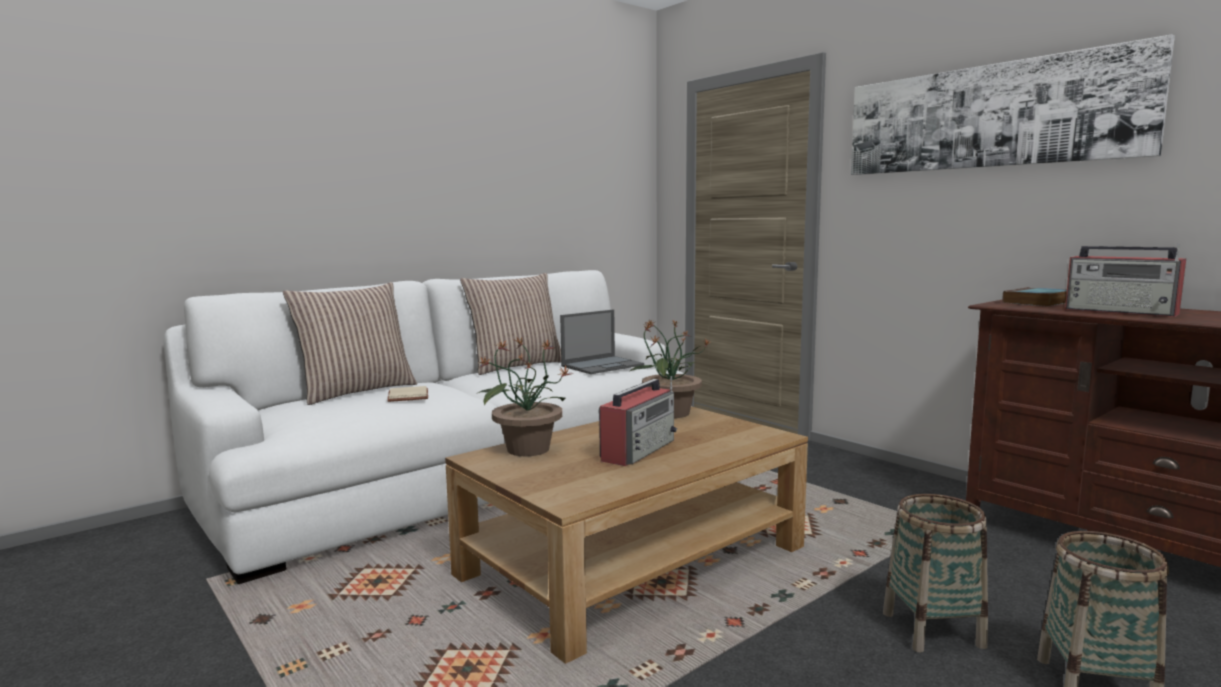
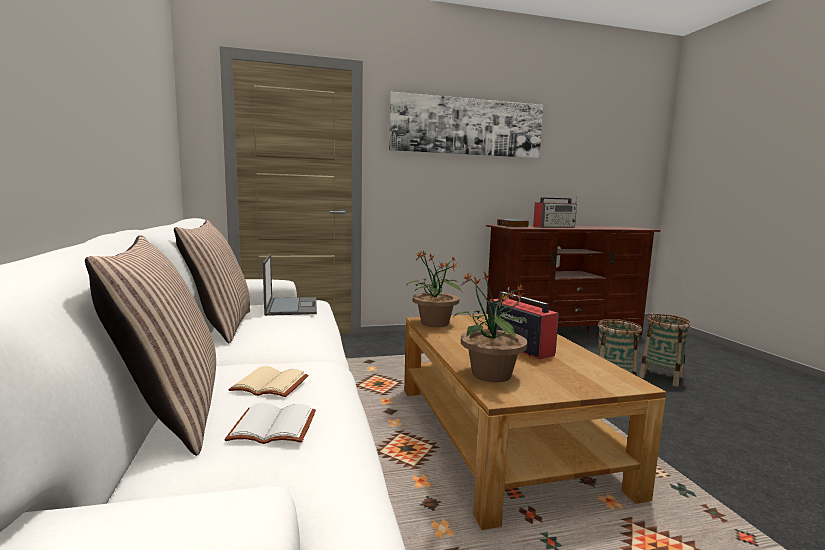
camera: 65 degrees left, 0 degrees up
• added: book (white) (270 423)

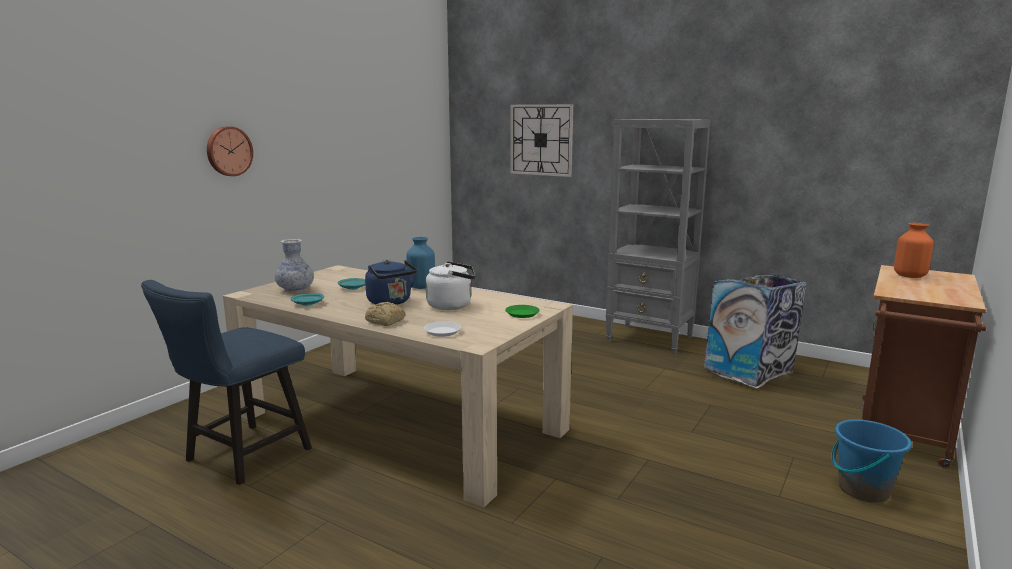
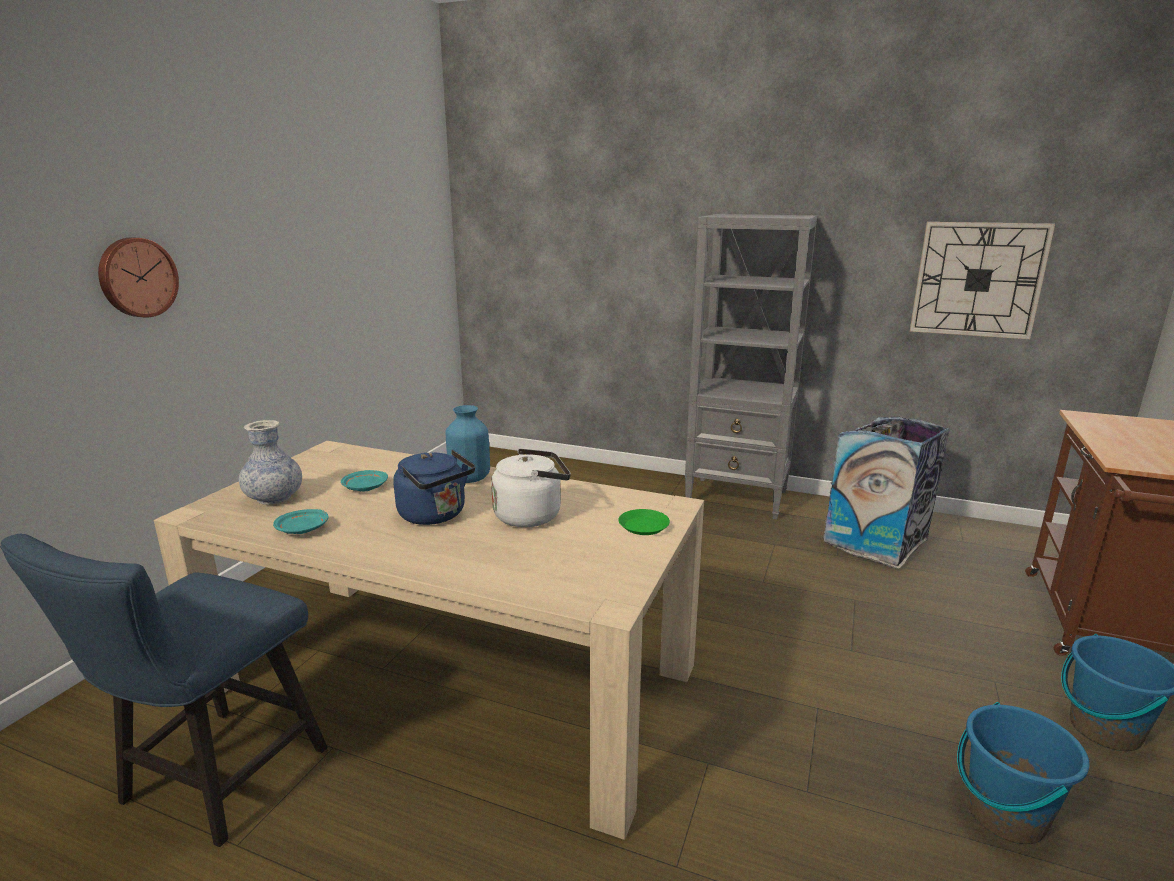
camera: 10 degrees left, 5 degrees up
• removed: bread (385 314)
• removed: plate (white) (442 329)
• removed: vase (orange) (914 250)
• added: bucket (blue) (1023 773)
• moved: wall clock (541 140) to (982 280)

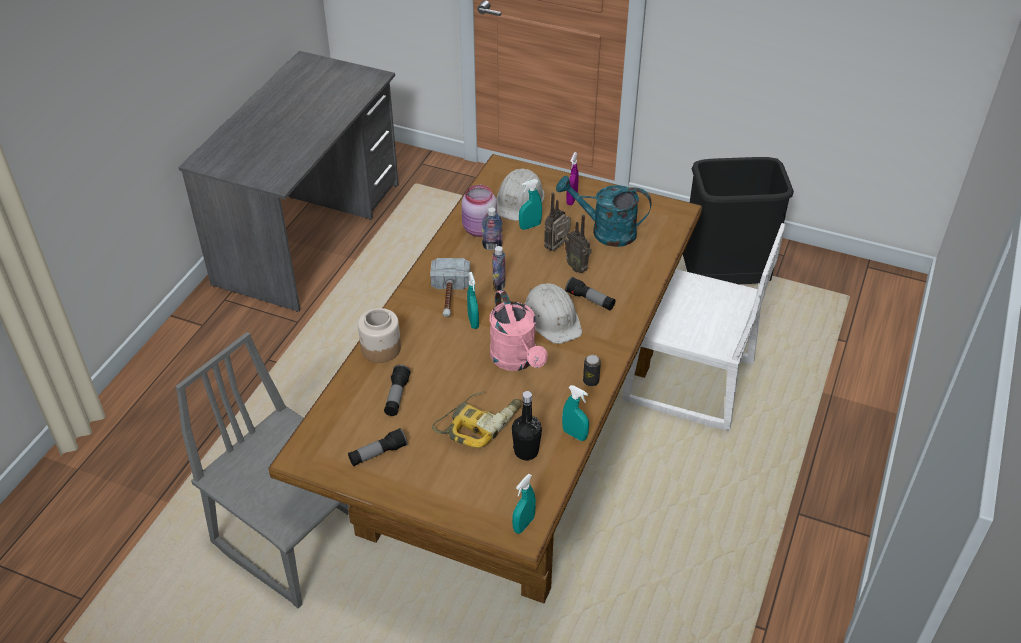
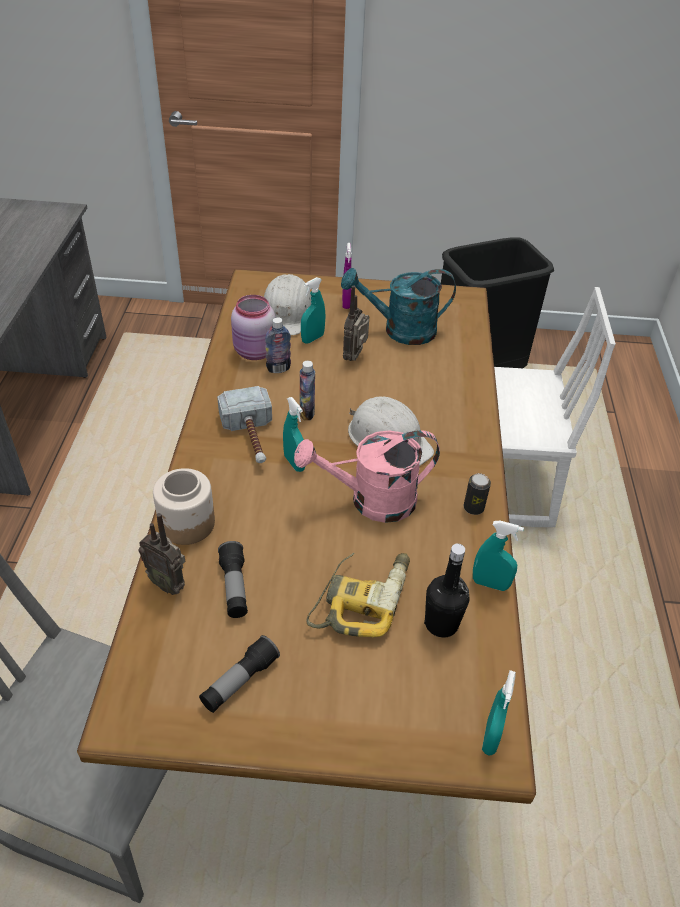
camera: 20 degrees left, 0 degrees up
• removed: flashlight (590 294)
• moved: radio (578 244) to (161 554)
• turned: watering can (pink) (519 330) = (367 476) 120 degrees clockwise

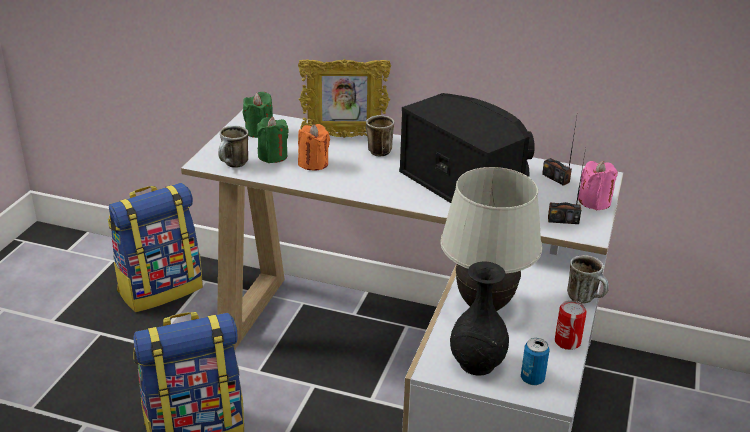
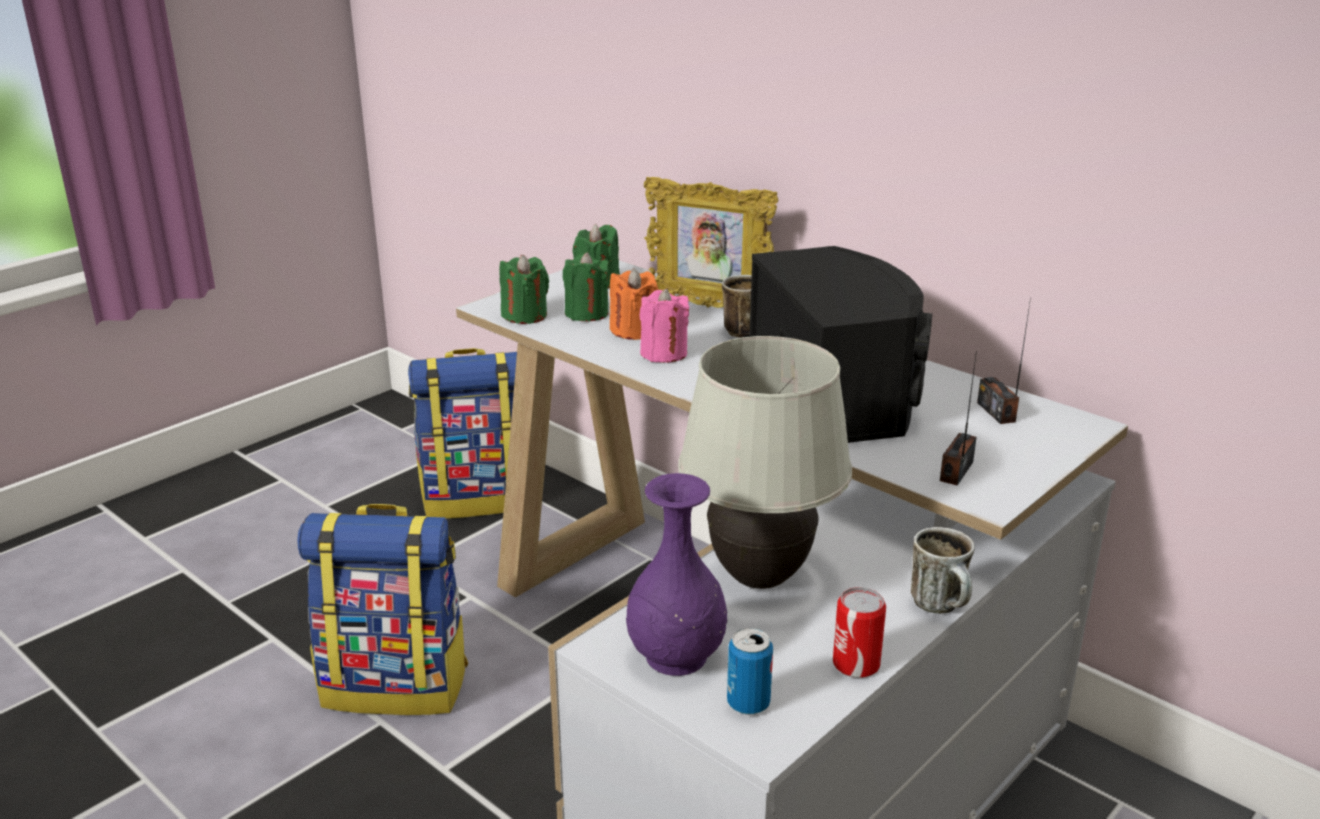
camera: 25 degrees right, 5 degrees down
• moved: candle (pink) (598 185) to (665 325)
• replaced: mug (233 147) to candle (green) (524 289)
• recoloured: vase (black) (479 319) to vase (purple) (676 574)
• turned: radio (567 186) = (958 418) 90 degrees clockwise

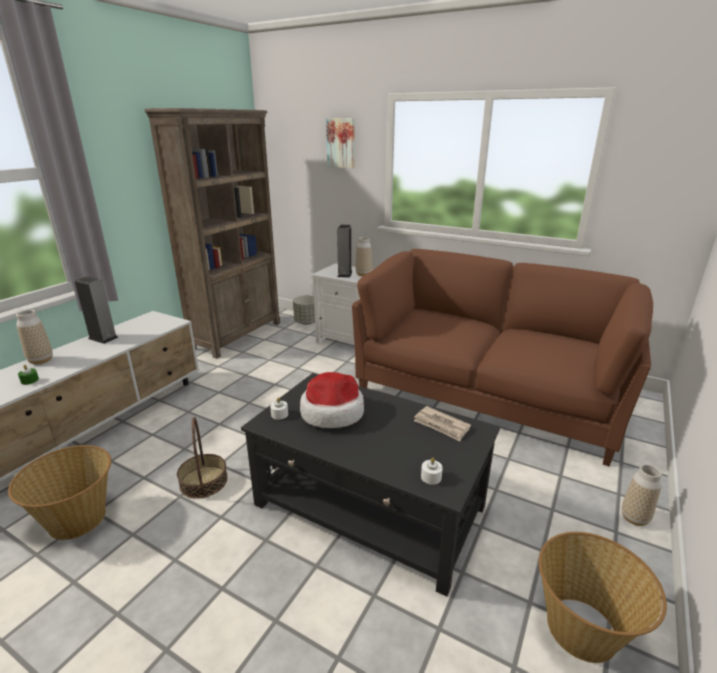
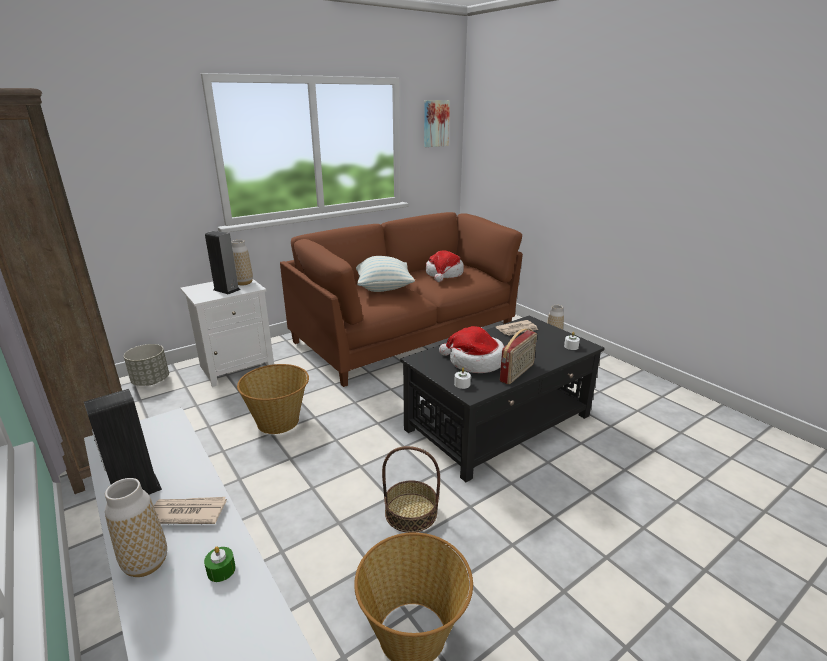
camera: 65 degrees left, 0 degrees up
• added: newspaper (190 510)
• added: pillow (385 274)
• added: hat (445 266)
• added: radio (518 356)
• moved: picture (340 143) to (437 123)
• moved: basket (603 597) to (273 399)

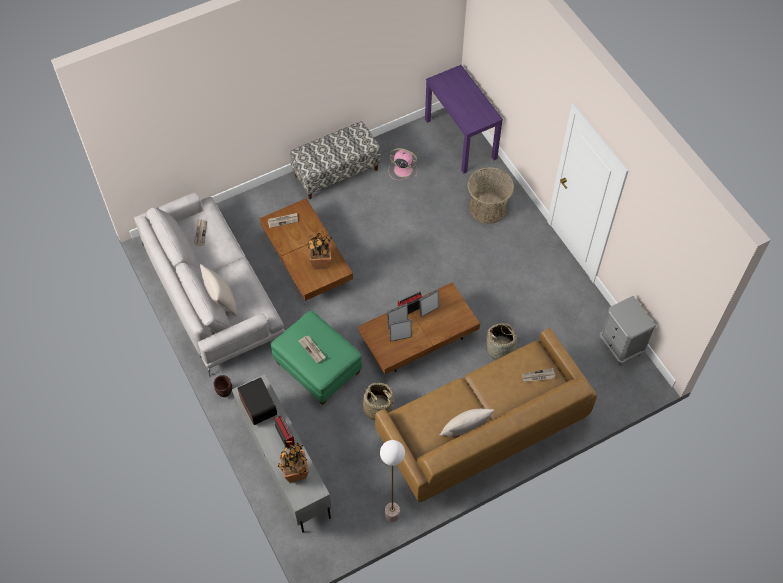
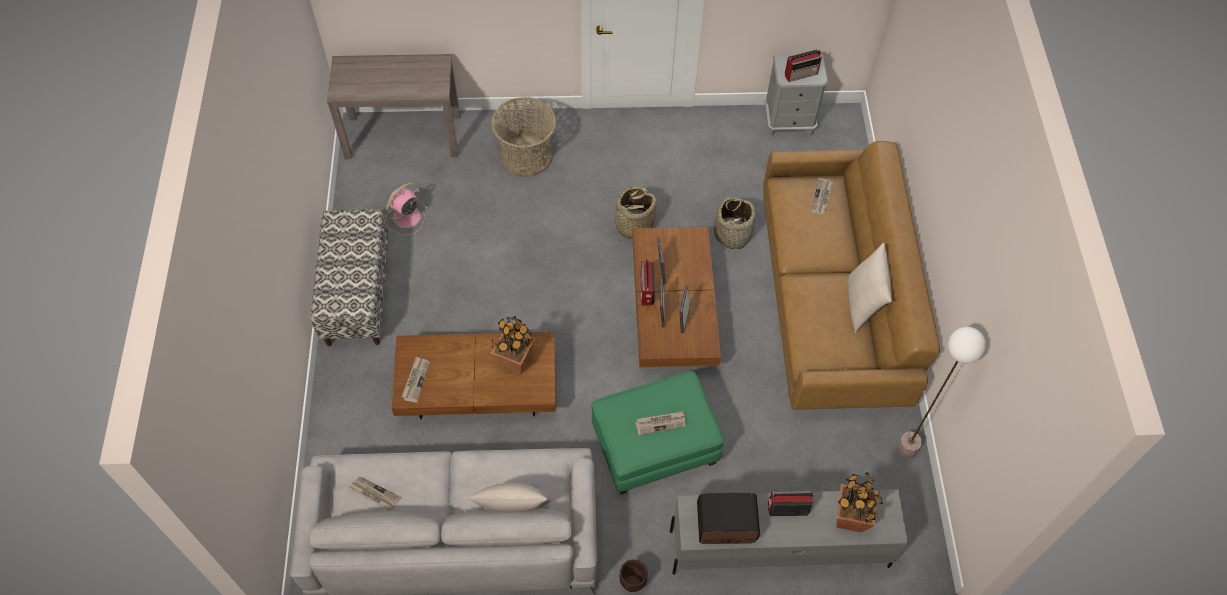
camera: 65 degrees left, 0 degrees up
• added: radio (803 66)
• moved: basket (376 401) to (634 212)
• recoloured: console table (purple) (464 119) to console table (brown) (393 106)

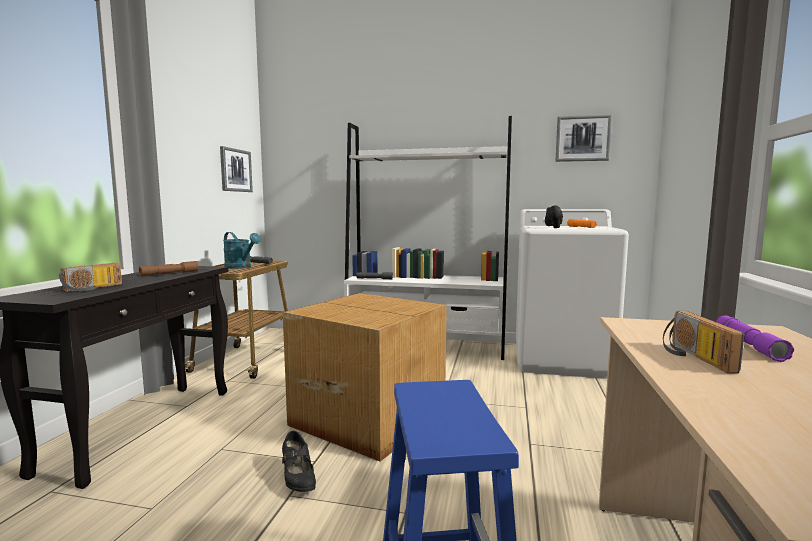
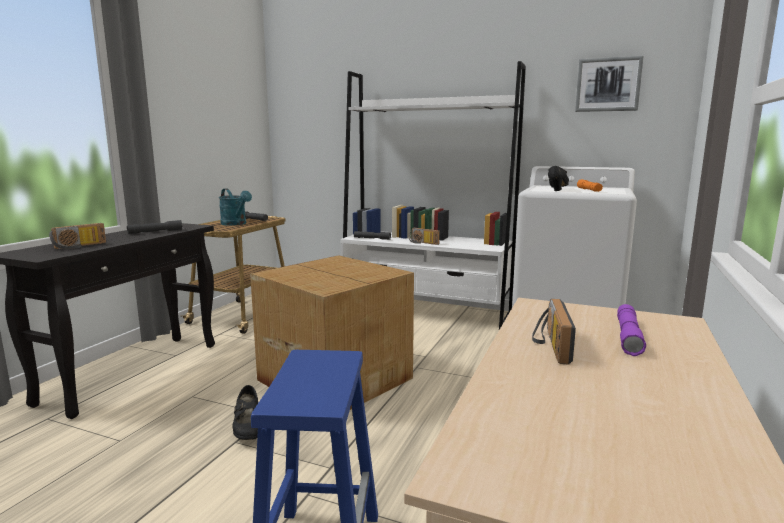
camera: 10 degrees right, 5 degrees up
• removed: picture (236 169)
• added: radio (424 236)
• recoloured: flashlight (brown) (169 268) to flashlight (grey) (154 227)

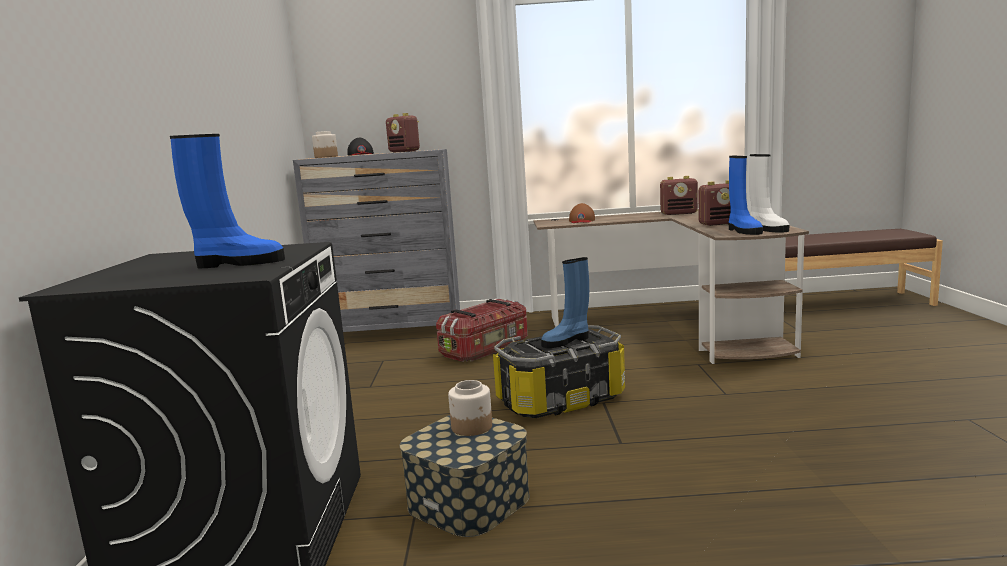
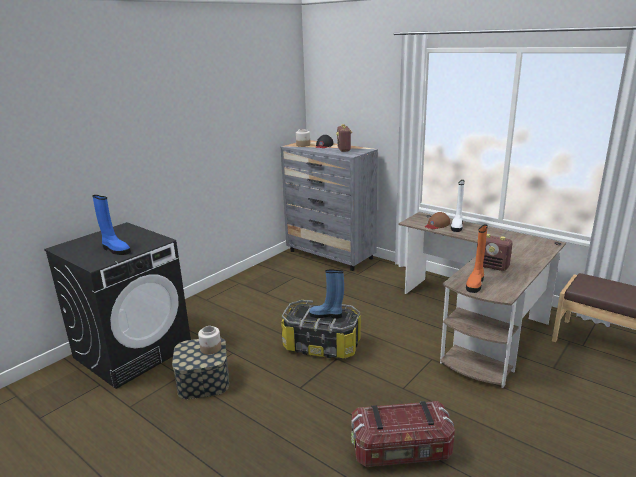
camera: 40 degrees right, 10 degrees up
• removed: radio (679 195)
• moved: storage box (482 330) to (403 434)
• moved: boot (white) (769 193) to (458 206)
• recoloured: boot (blue) (745 195) to boot (orange) (477 258)

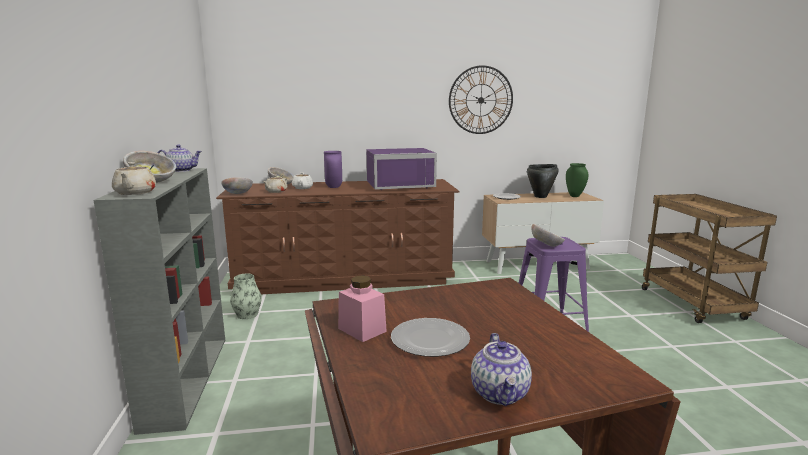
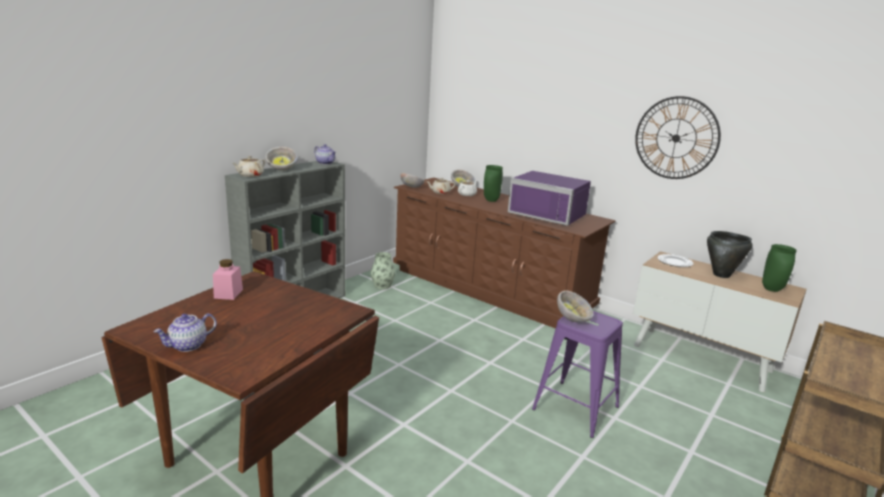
camera: 45 degrees right, 5 degrees up
• removed: plate (430 337)
• recoloured: vase (purple) (333 169) to vase (green) (493 183)

